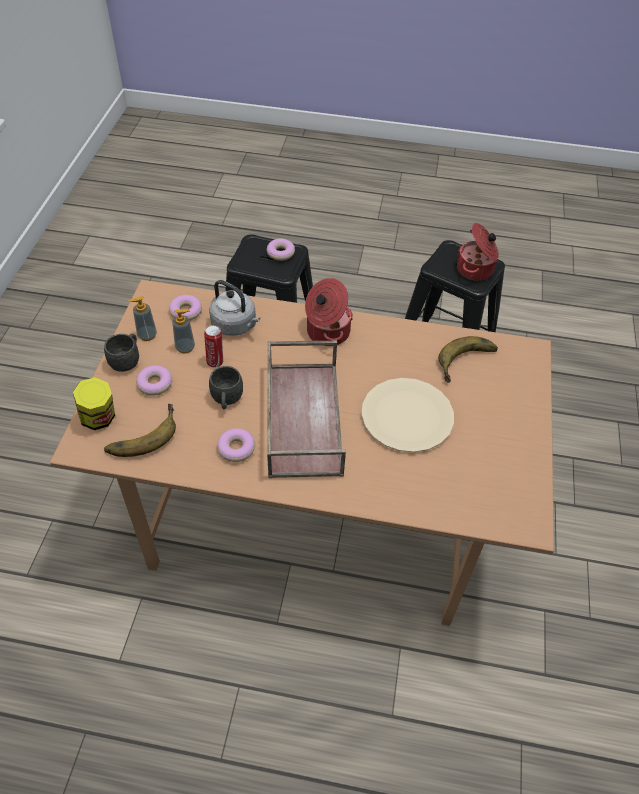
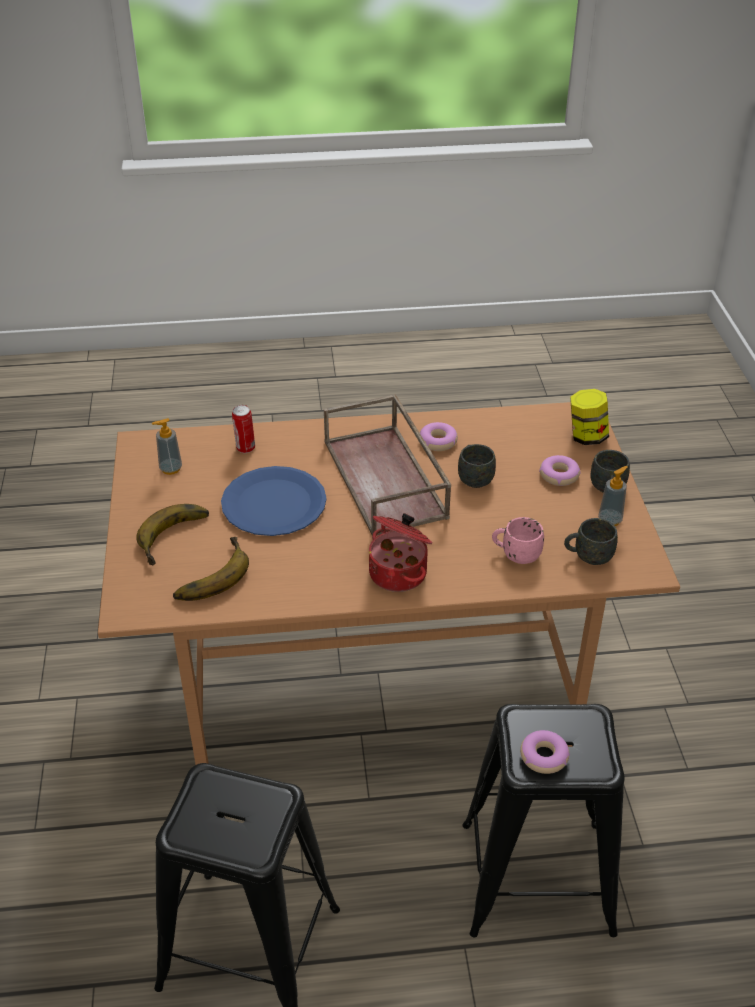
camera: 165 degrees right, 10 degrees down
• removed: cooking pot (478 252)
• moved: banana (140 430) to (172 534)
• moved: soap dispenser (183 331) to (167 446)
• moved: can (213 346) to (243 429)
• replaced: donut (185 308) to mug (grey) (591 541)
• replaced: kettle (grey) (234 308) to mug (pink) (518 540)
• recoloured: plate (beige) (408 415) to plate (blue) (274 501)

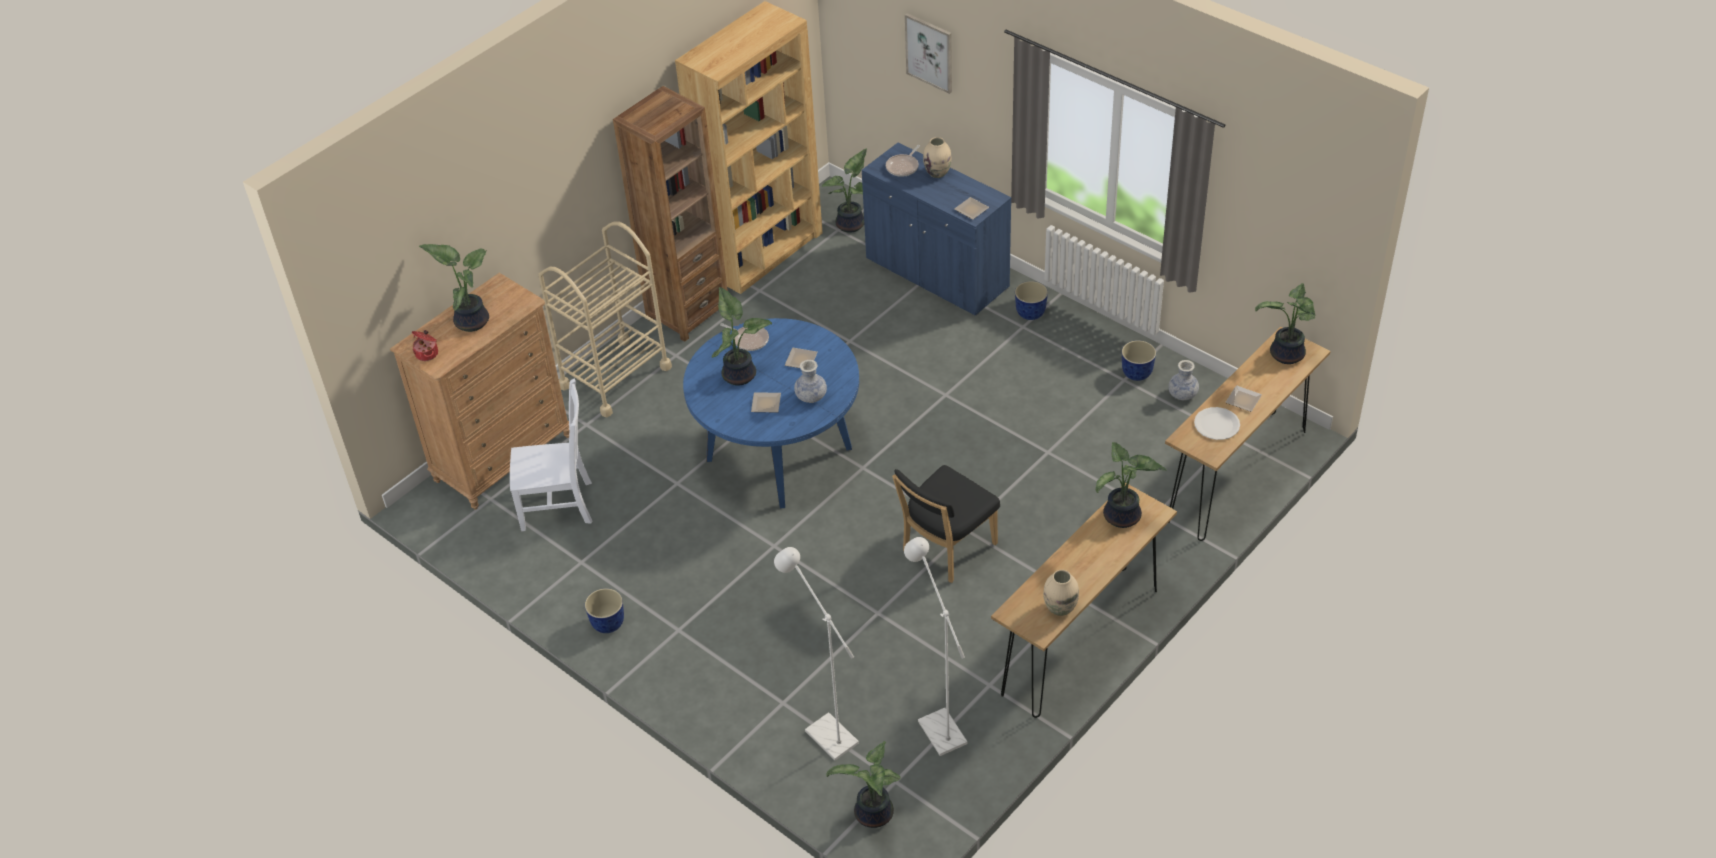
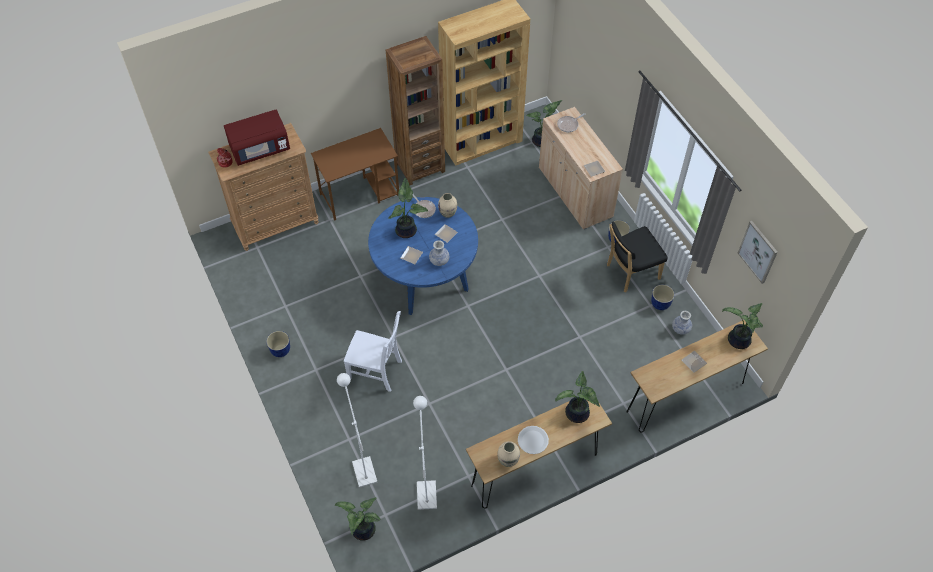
camera: 20 degrees right, 10 degrees up
• moved: chair (white) (551 455) to (373 351)
• moved: chair (black) (946 524) to (637 257)
• moved: picture (928 53) to (758 252)
• moved: vase (beige) (937 157) to (447 205)
• moved: plate (white) (1217 423) to (533 440)
• replaced: potted plant (454 288) to microwave (red) (257 138)
• replaced: cart (beige) (605 319) to desk (brown) (355 174)
• recoloured: cabinet (blue) (936 229) to cabinet (beige) (581 168)

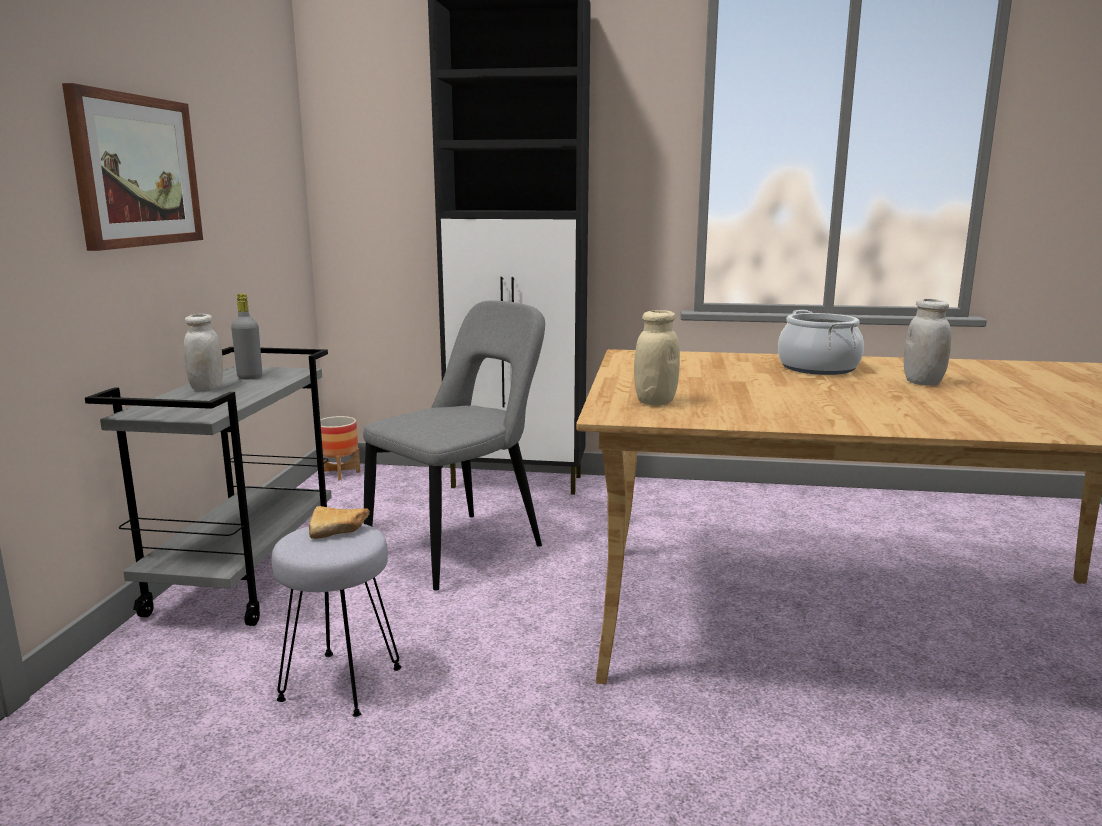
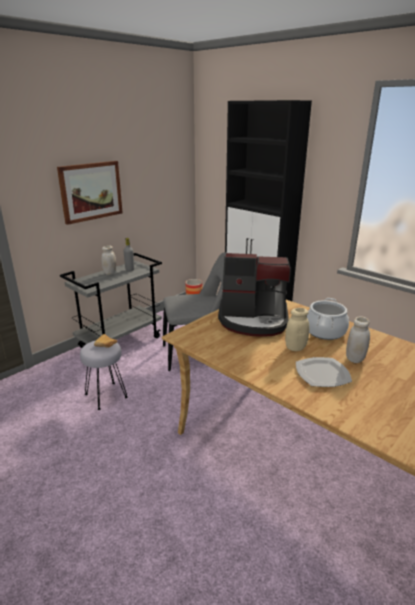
camera: 35 degrees right, 10 degrees up
• added: coffee machine (254 295)
• added: plate (324 372)
• moved: jar (beige) (657 357) to (297 329)

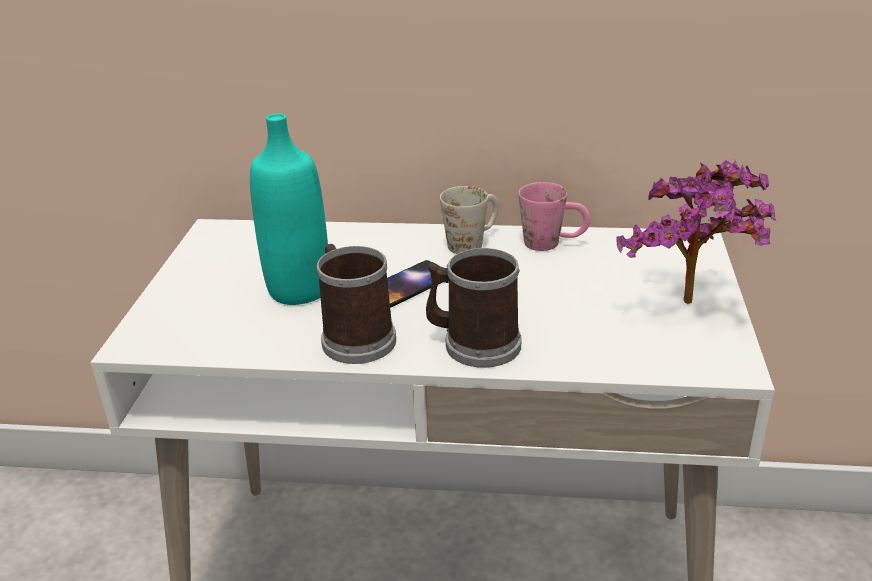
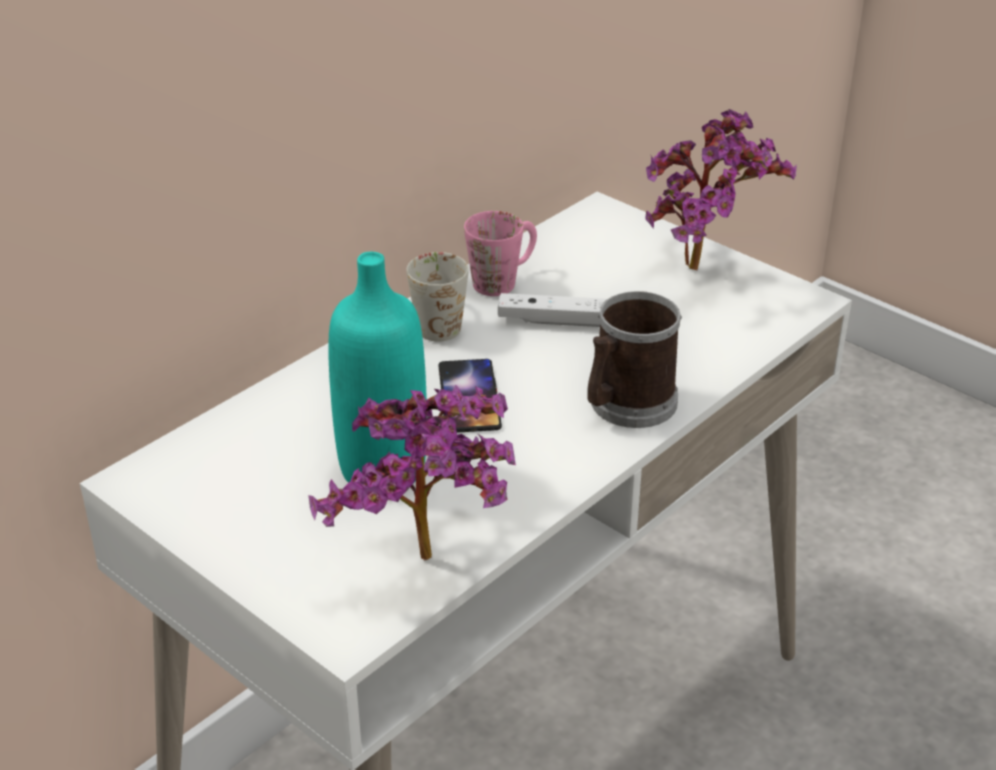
camera: 55 degrees left, 5 degrees up
• removed: mug (356 304)
• added: potted plant (412 473)
• added: game controller (white) (552 310)

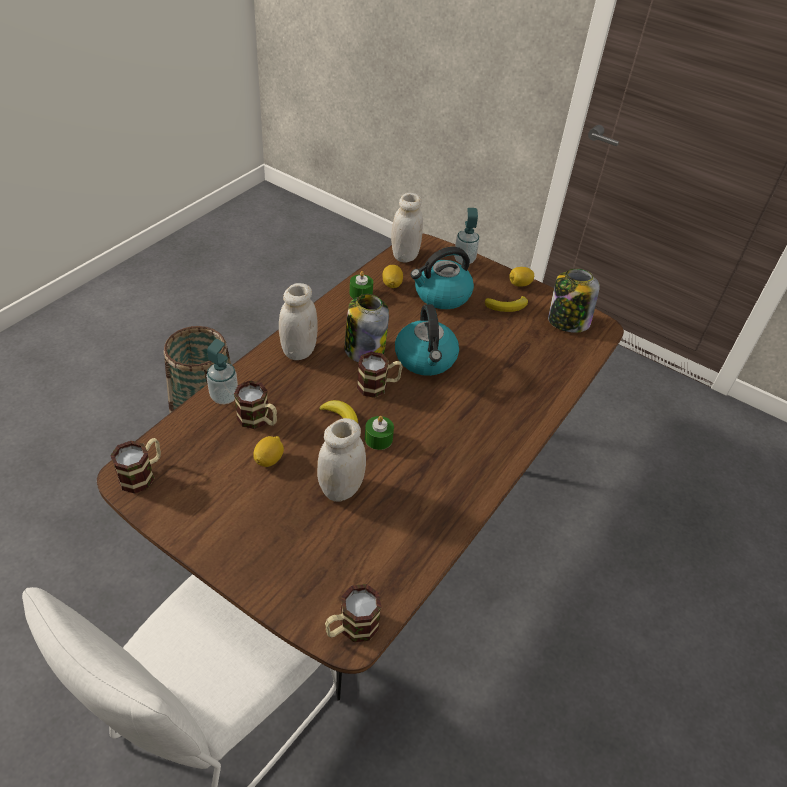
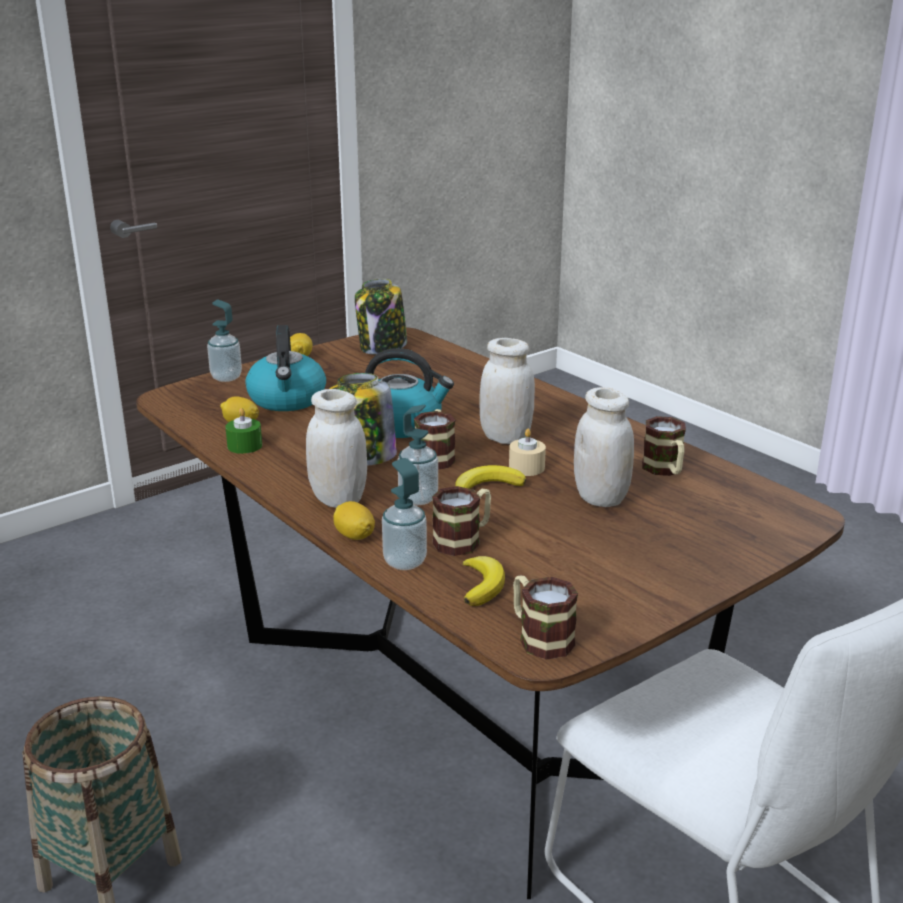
camera: 70 degrees left, 20 degrees down
• added: soap dispenser (418 455)
• moved: lemon (268 451) to (354 520)
• moved: mug (353 613) to (664 446)
• moved: jar (white) (407 228) to (507 391)
• moved: banana (506 304) to (483 581)
• recoloured: candle (green) (379 433) to candle (beige) (527 452)

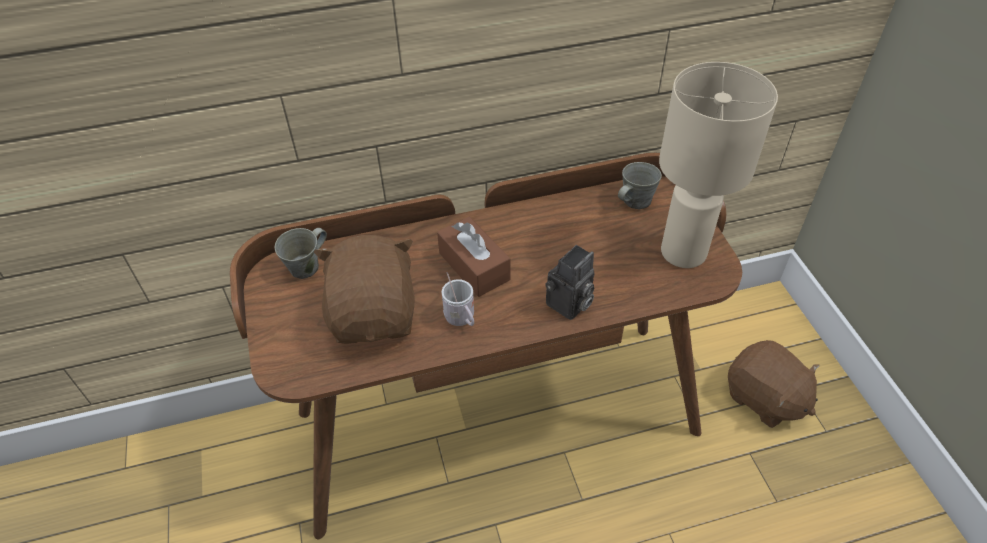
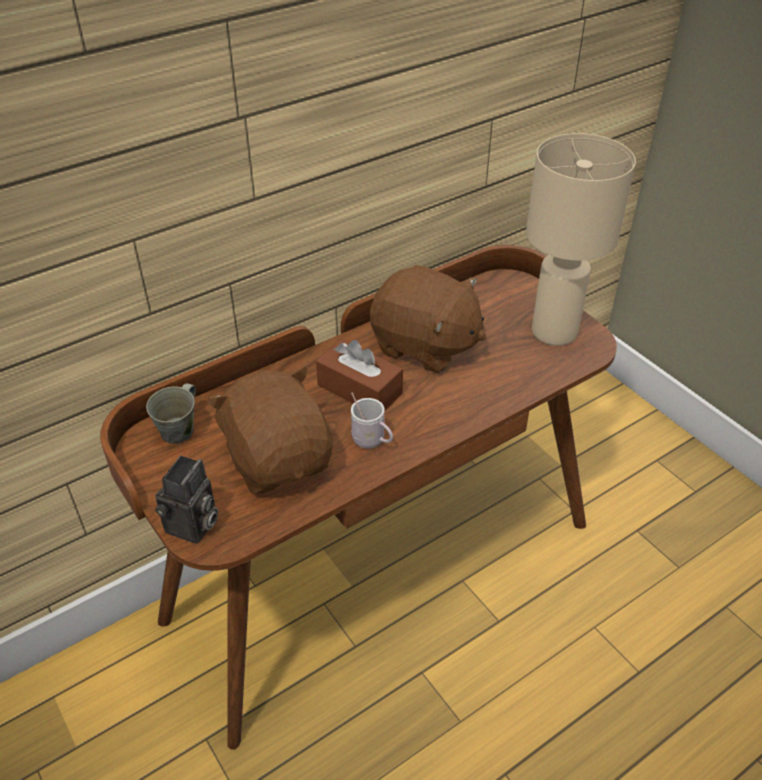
camera: 20 degrees left, 5 degrees down
• removed: mug (grey) (640 186)
• moved: photo camera (569 282) to (186 499)
• moved: plush toy (brown) (774 384) to (428 319)

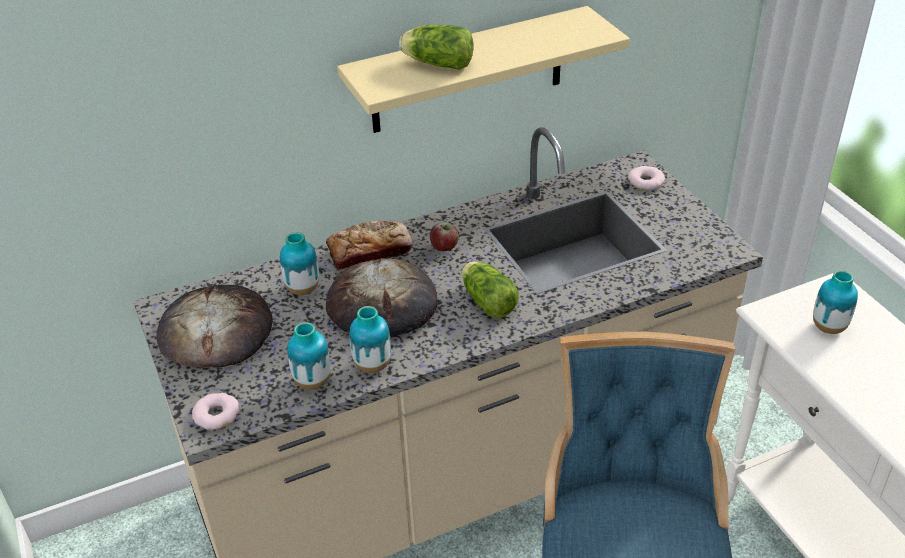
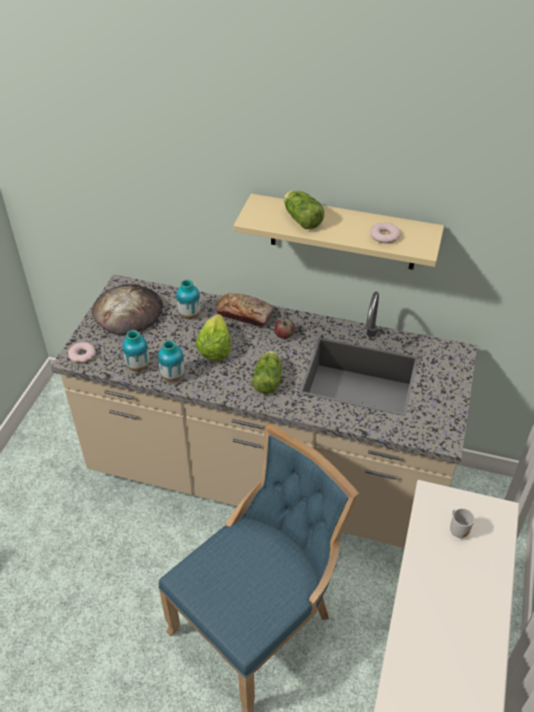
camera: 40 degrees right, 5 degrees up
• moved: donut (646 178) to (385 233)
• replaced: bread (381 297) to lettuce (213 337)
• replaced: vase (835 302) to mug (462 523)

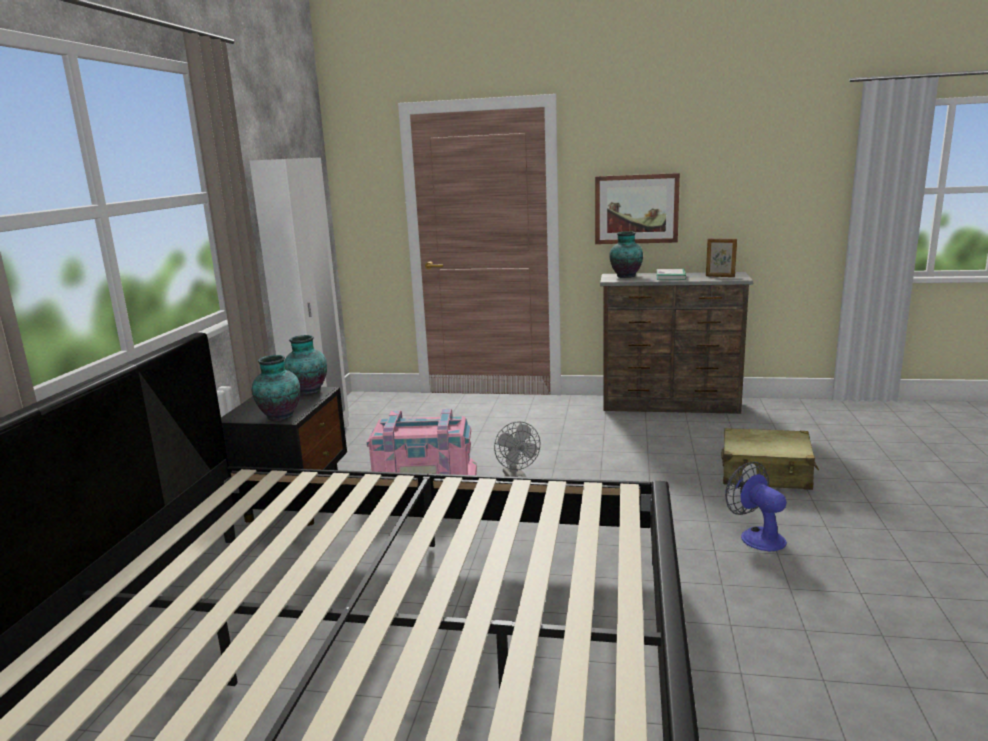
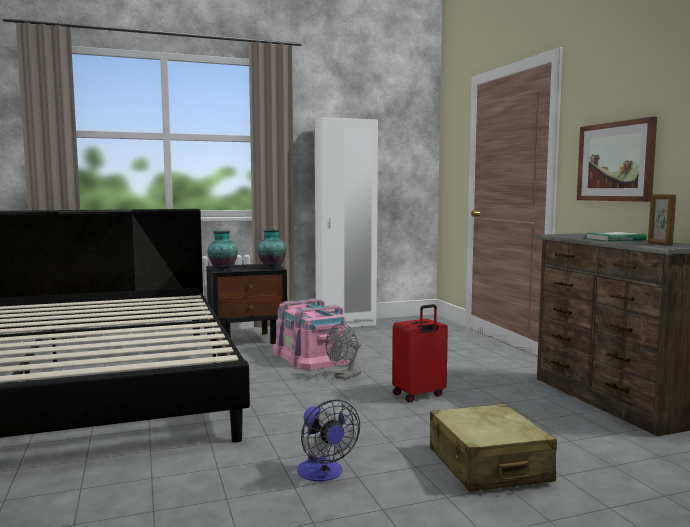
camera: 60 degrees right, 10 degrees down
• removed: vase (626 254)
• added: suitcase (red) (420 353)
• turned: fan (756 506) = (328 440) 120 degrees clockwise

